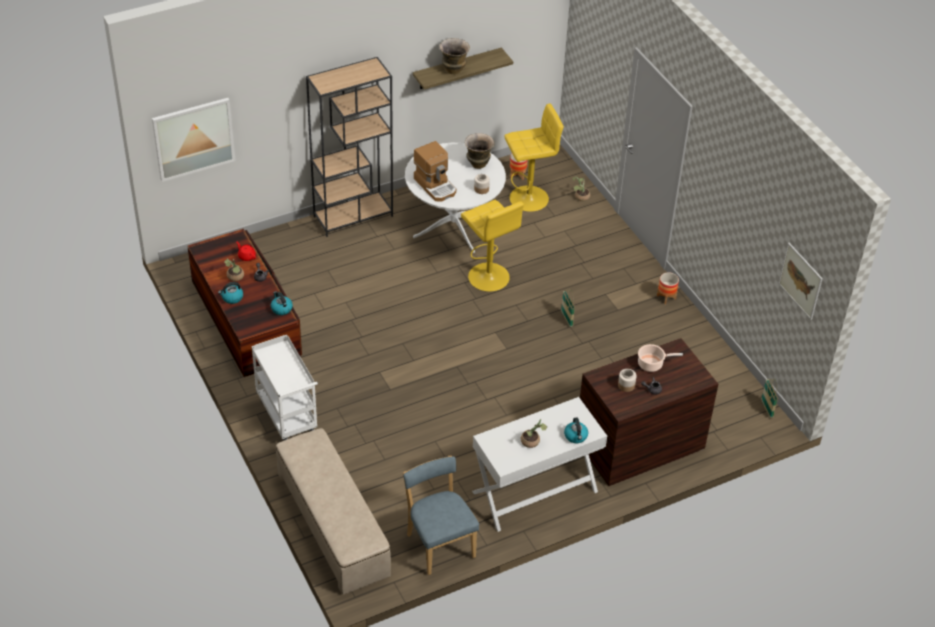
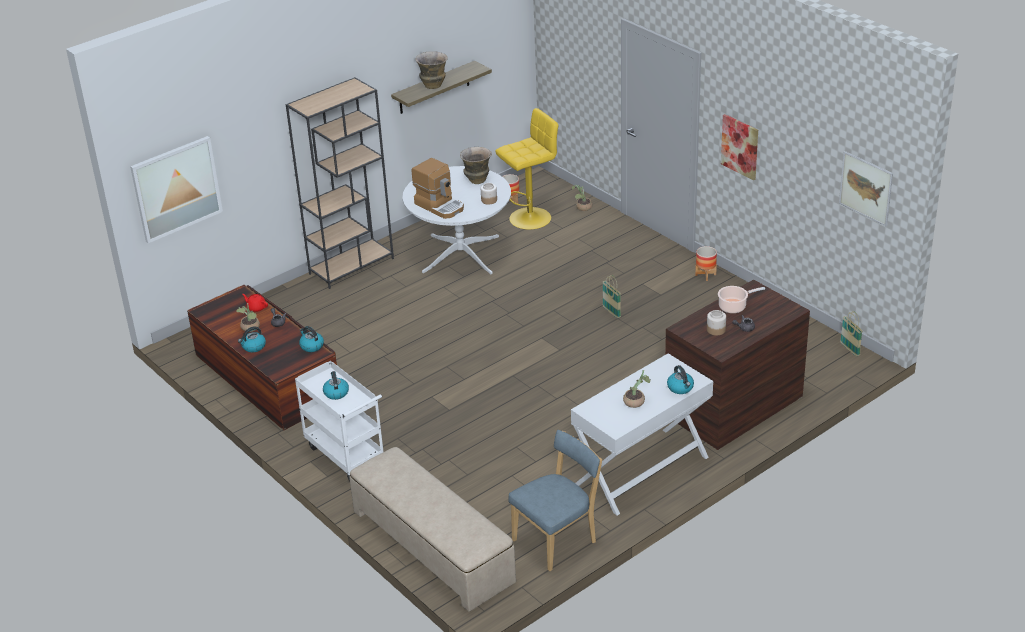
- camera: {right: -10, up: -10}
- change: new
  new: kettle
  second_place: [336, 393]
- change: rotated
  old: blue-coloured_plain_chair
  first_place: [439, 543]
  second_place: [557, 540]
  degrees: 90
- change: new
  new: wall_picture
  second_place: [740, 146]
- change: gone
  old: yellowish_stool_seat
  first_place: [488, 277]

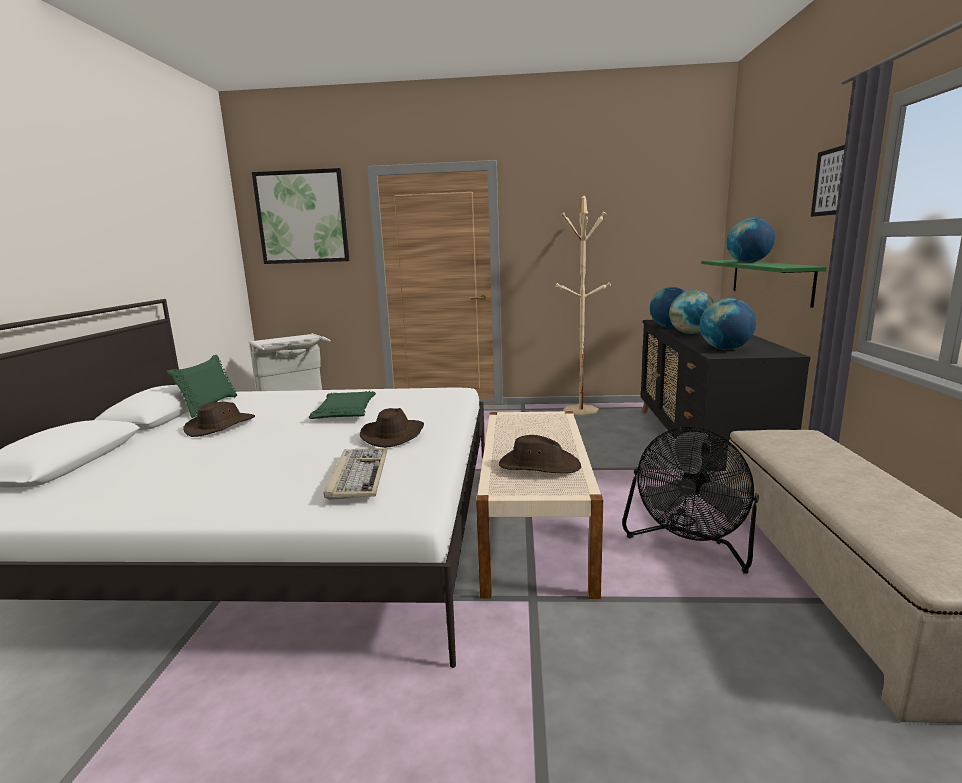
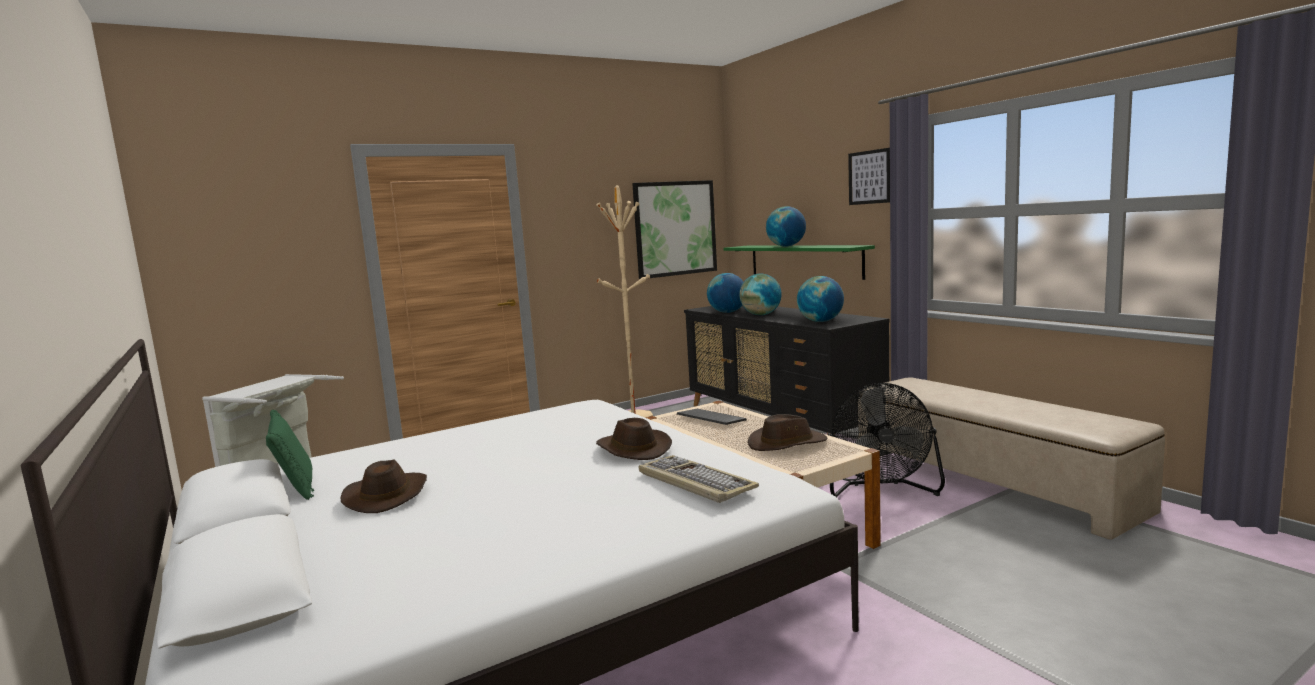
- camera: {right: -35, up: -5}
- change: shifted
  old: wall_picture
  first_place: [302, 217]
  second_place: [675, 228]
- change: new
  new: PC_keyboard
  second_place: [709, 419]
- change: gone
  old: greenish_cushion
  first_place: [345, 411]

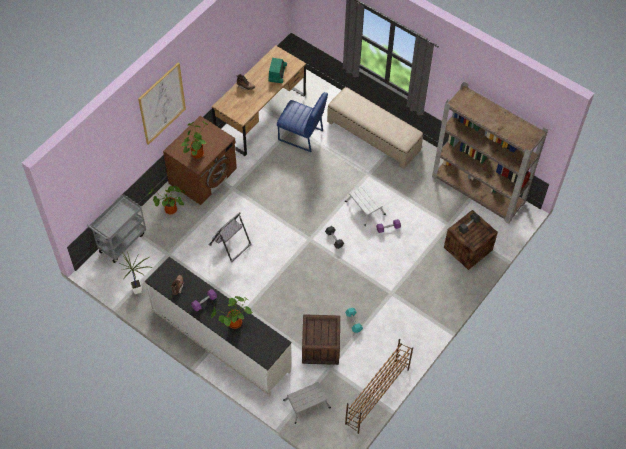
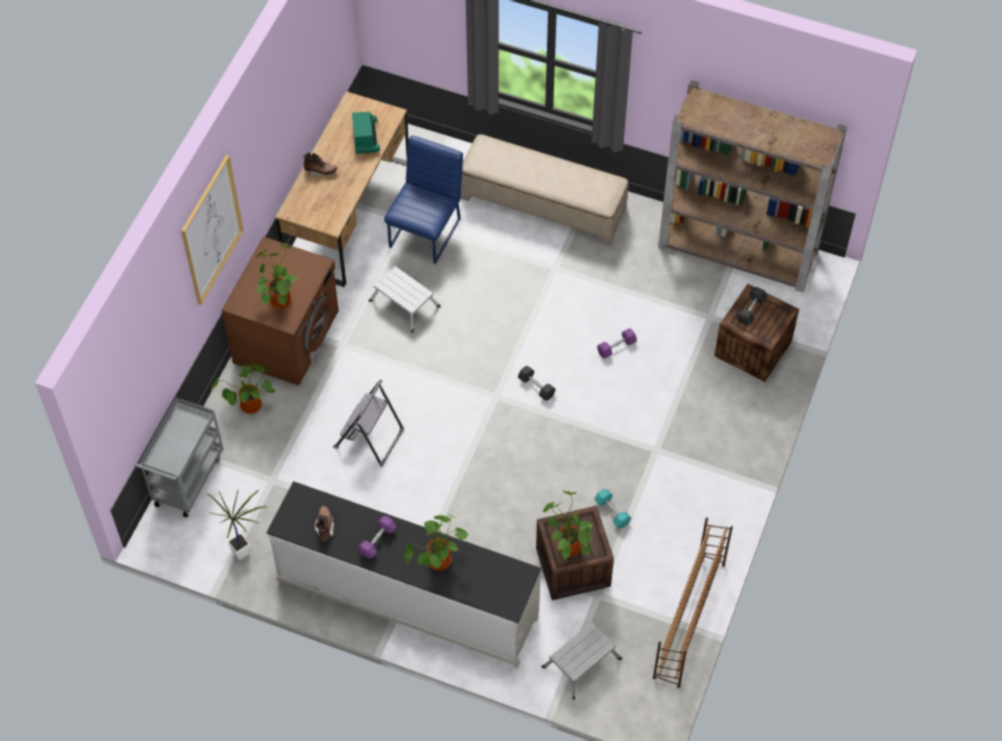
- camera: {right: -15, up: 0}
- change: shifted
  old: white-coloured_stepladder
  first_place: [365, 208]
  second_place: [404, 303]
- change: rotated
  old: blue-coloured_plain_chair
  first_place: [301, 135]
  second_place: [426, 231]
  degrees: -75
- change: new
  new: houseplant
  second_place: [566, 545]

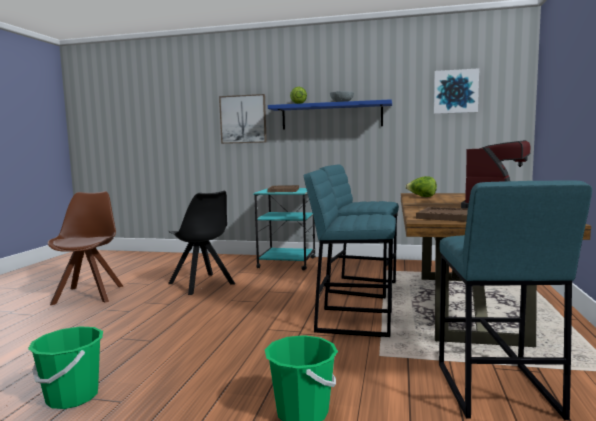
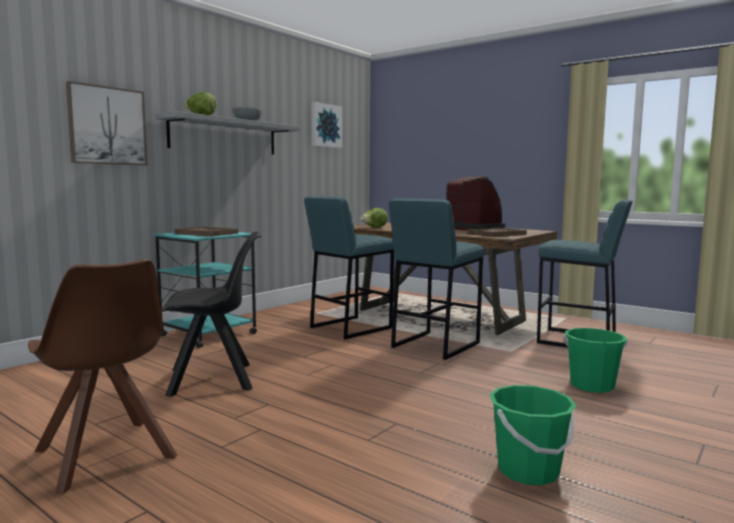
- camera: {right: -65, up: 0}
- change: rotated
  old: brownish_plain_chair
  first_place: [89, 294]
  second_place: [106, 456]
  degrees: -150
- change: repainted
  old: blue-coloured_bracket_shelf
  new: grey_bracket_shelf
  first_place: [331, 116]
  second_place: [224, 136]

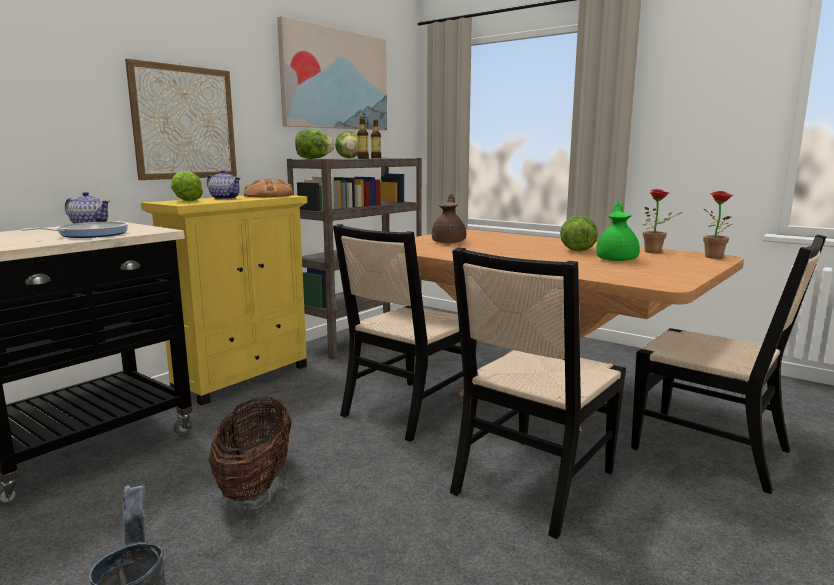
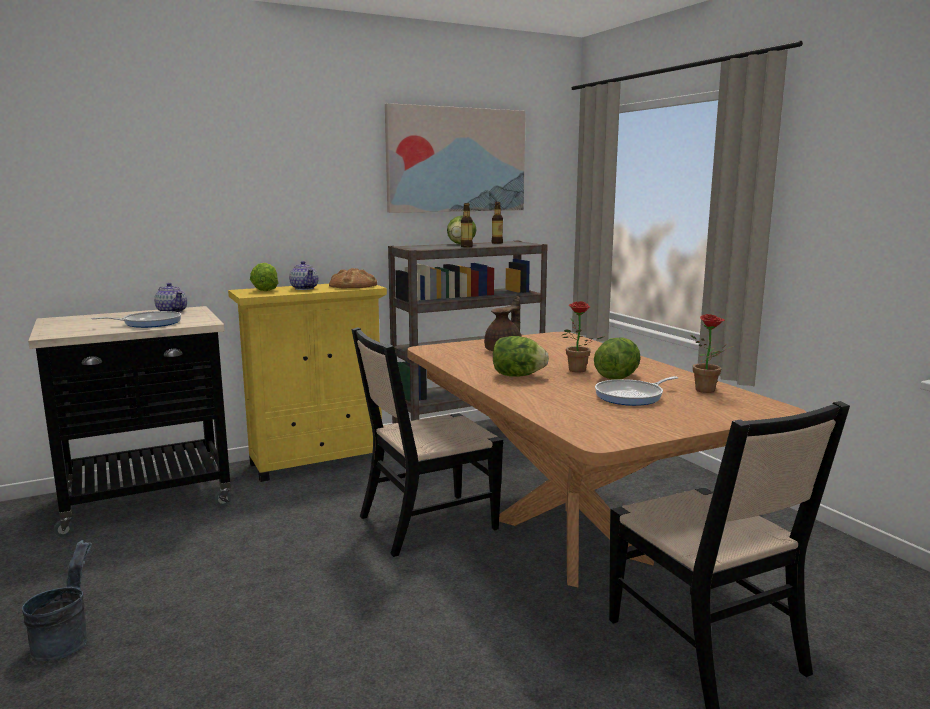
- camera: {right: 25, up: 0}
- change: shifted
  old: lettuce
  first_place: [313, 158]
  second_place: [517, 376]
- change: shifted
  old: houseplant
  first_place: [716, 257]
  second_place: [576, 371]
- change: swapped
  old: greenish_teapot
  new: skillet
  first_place: [617, 259]
  second_place: [632, 396]
- change: gone
  old: wall_picture
  first_place: [184, 121]
- change: gone
  old: basket
  first_place: [255, 483]
- change: gone
  old: plain_chair
  first_place: [534, 483]

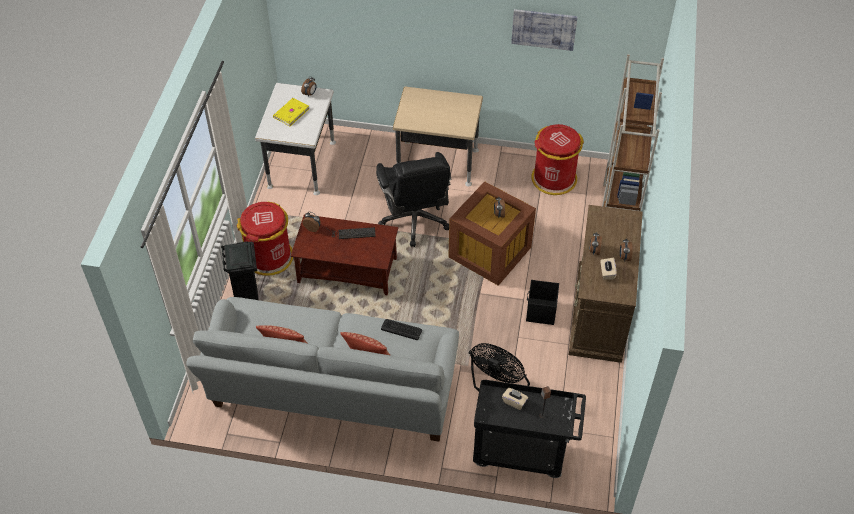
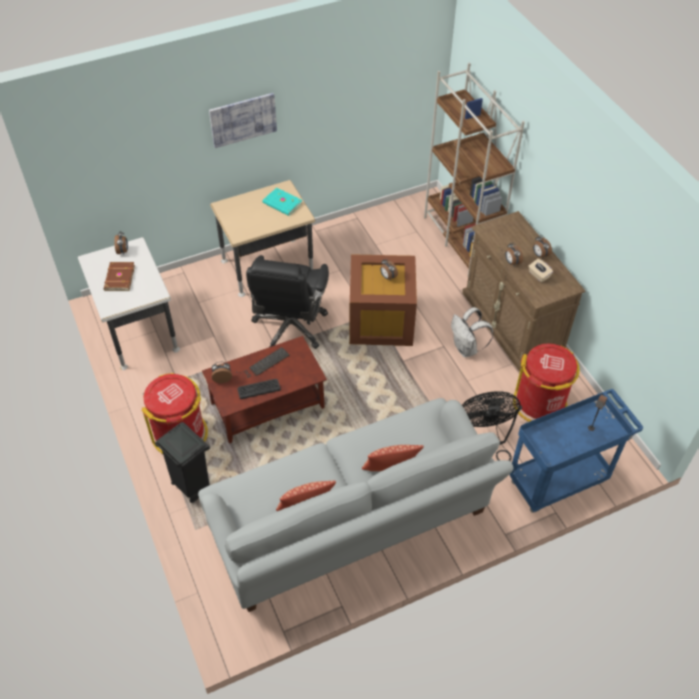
- camera: {right: -35, up: 0}
- change: repainted
  old: yellowish_bound_book
  new: brownish_bound_book
  first_place: [290, 113]
  second_place: [119, 278]
- change: shifted
  old: wall_picture
  first_place: [544, 29]
  second_place: [243, 119]
- change: shifted
  old: PC_keyboard
  first_place: [401, 329]
  second_place: [258, 389]
- change: rotated
  old: black-coloured_office_chair
  first_place: [414, 219]
  second_place: [290, 326]
  degrees: 60
- change: new
  new: turquoise-coloured_bound_book
  second_place: [282, 204]
- change: swapped
  old: black-coloured_storage_bin
  new: white-coloured_rucksack
  first_place: [540, 312]
  second_place: [466, 349]
- change: repainted
  old: black-coloured_trolley
  new: blue-coloured_trolley
  first_place: [523, 456]
  second_place: [561, 481]
- change: shifted
  old: red-coloured_waste_bin
  first_place: [554, 179]
  second_place: [540, 403]
- change: gone
  old: beige_tissue_box
  first_place: [514, 402]

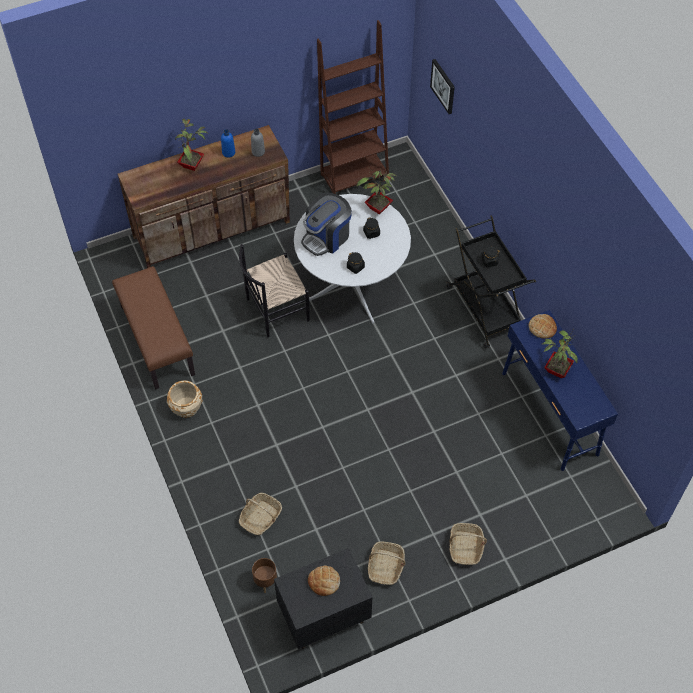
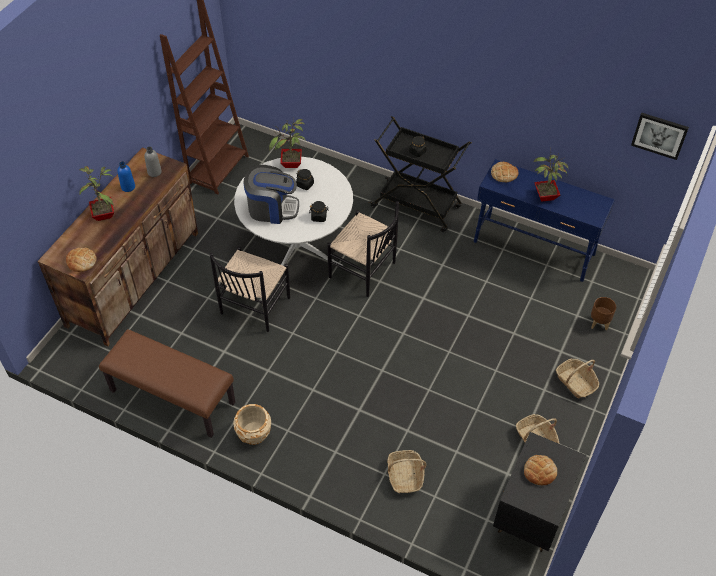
- camera: {right: -40, up: -5}
- change: new
  new: baked_bread
  second_place: [81, 261]
- change: rotated
  old: coffee_brewer
  first_place: [326, 237]
  second_place: [272, 208]
  degrees: -90
- change: new
  new: black-coloured_plain_chair
  second_place: [364, 271]
- change: shifted
  old: brownish_flower_pot
  first_place: [265, 581]
  second_place: [598, 323]
- change: shifted
  old: wall_picture
  first_place: [443, 86]
  second_place: [659, 135]

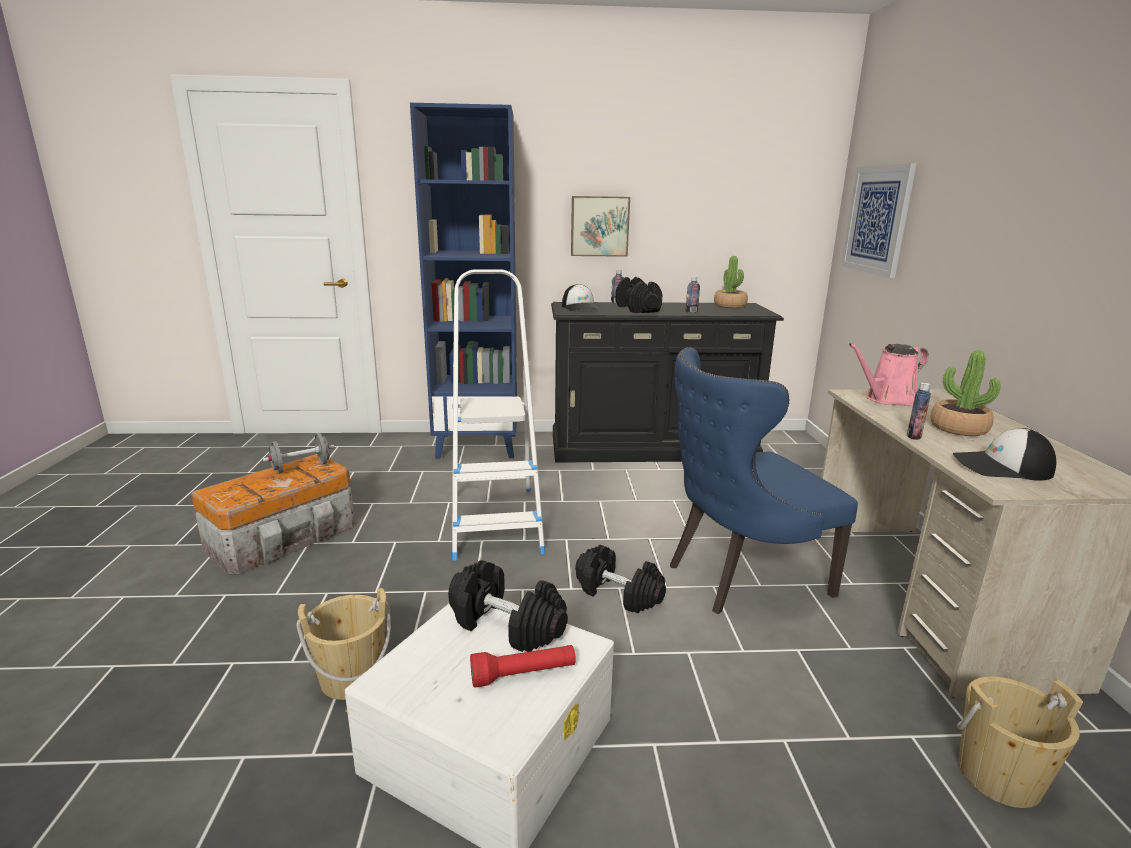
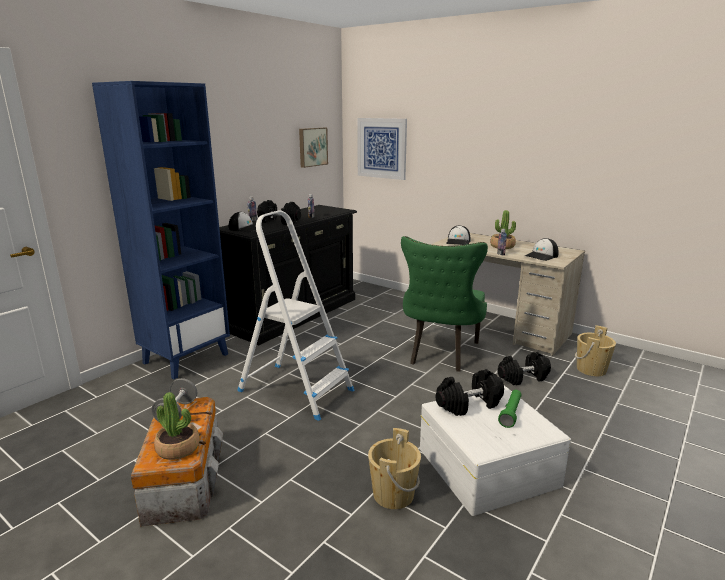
- camera: {right: -50, up: 0}
- change: shifted
  old: houseplant
  first_place: [730, 306]
  second_place: [178, 448]
- change: shifted
  old: wall_picture
  first_place: [599, 226]
  second_place: [312, 147]
- change: repainted
  old: blue-coloured_plain_chair
  new: greenish_plain_chair
  first_place: [740, 577]
  second_place: [440, 353]
- change: swapped
  old: pinkish_sprinkling_can
  new: peaked_cap
  first_place: [887, 399]
  second_place: [458, 242]
- change: shifted
  old: black-coloured_dumbbell
  first_place: [618, 594]
  second_place: [523, 378]
- change: repainted
  old: red-coloured_flashlight
  new: greenish_flashlight
  first_place: [523, 675]
  second_place: [511, 413]

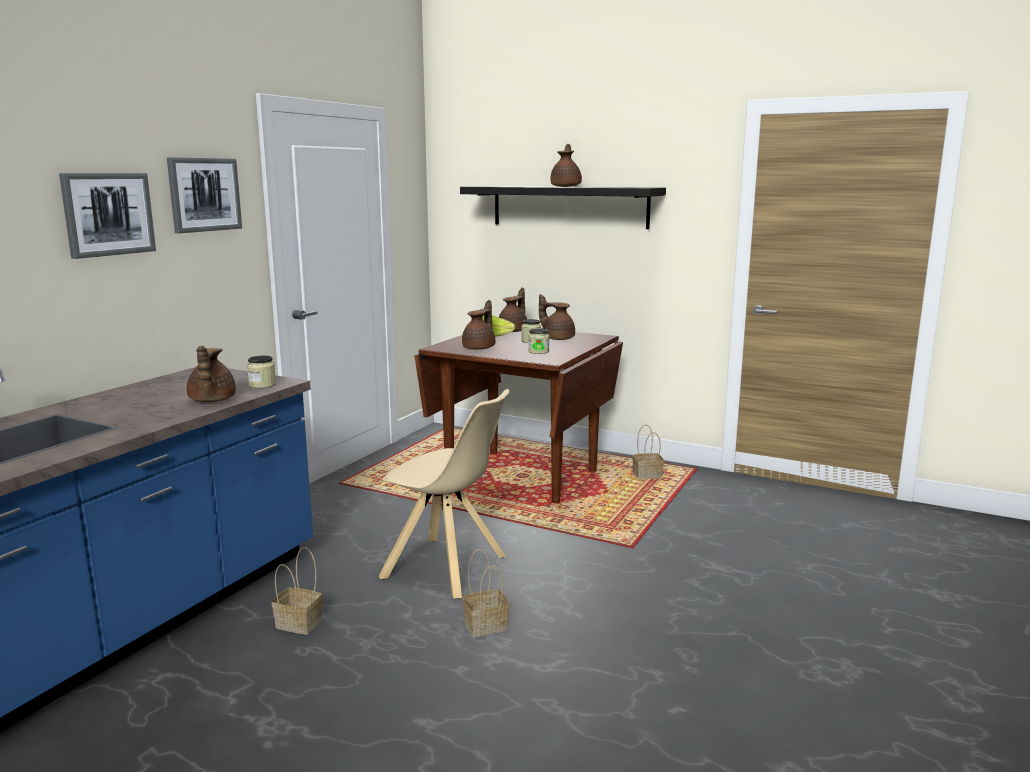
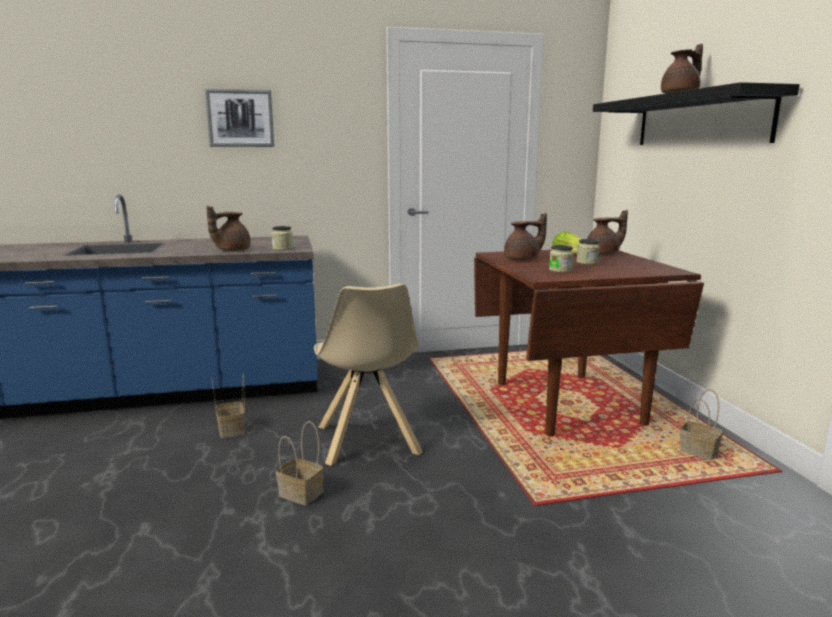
- camera: {right: 50, up: 0}
- change: gone
  old: wall_picture
  first_place: [204, 194]
- change: gone
  old: brownish_teapot
  first_place: [557, 338]

